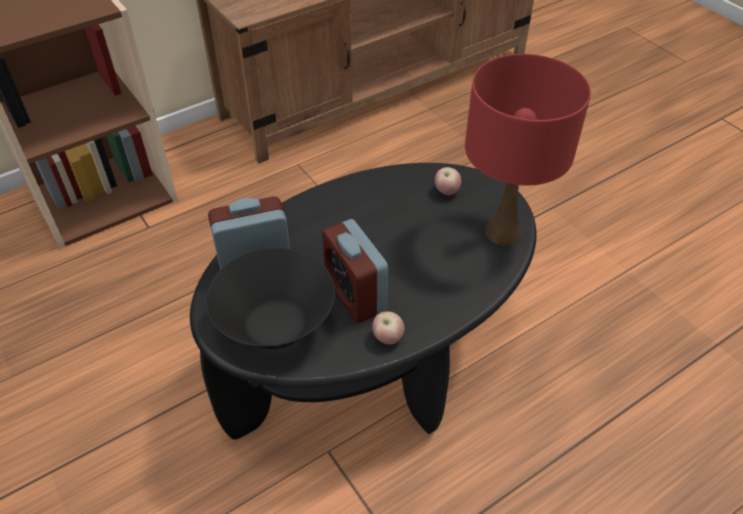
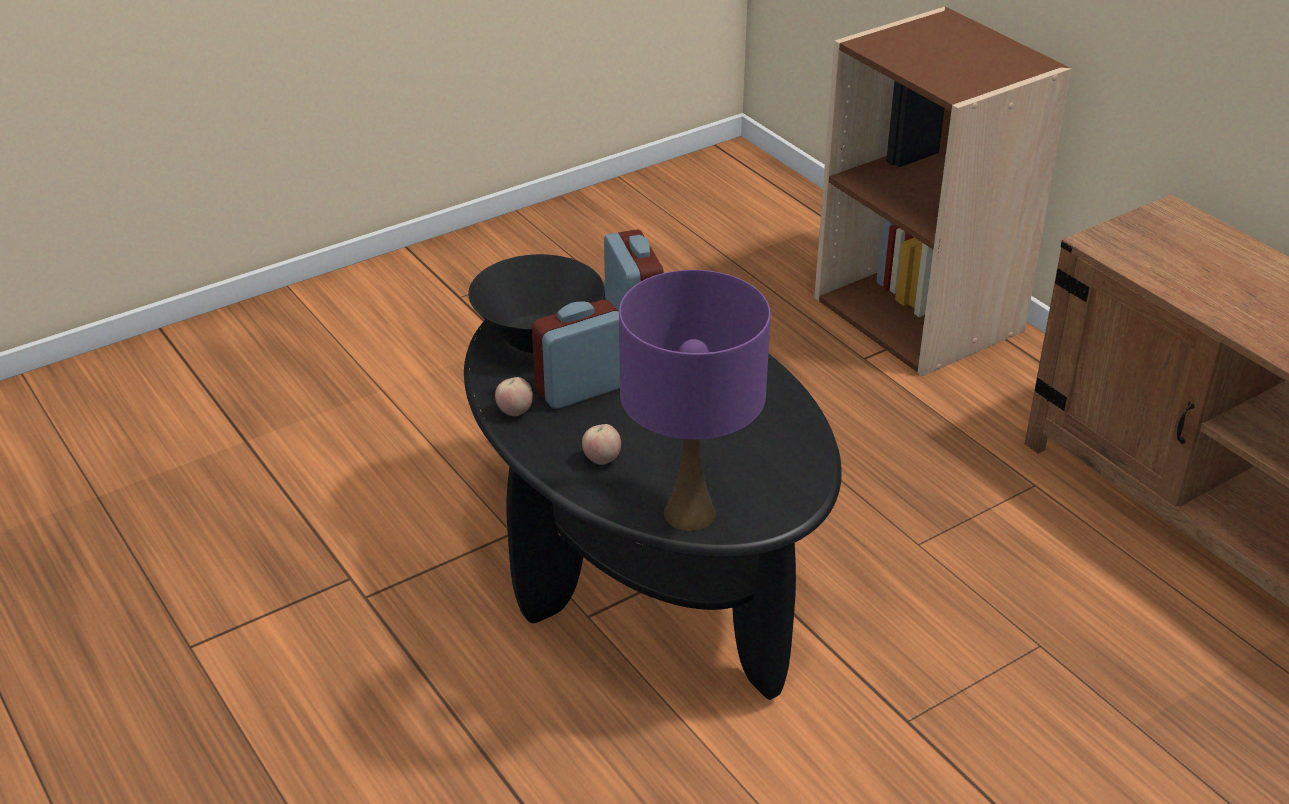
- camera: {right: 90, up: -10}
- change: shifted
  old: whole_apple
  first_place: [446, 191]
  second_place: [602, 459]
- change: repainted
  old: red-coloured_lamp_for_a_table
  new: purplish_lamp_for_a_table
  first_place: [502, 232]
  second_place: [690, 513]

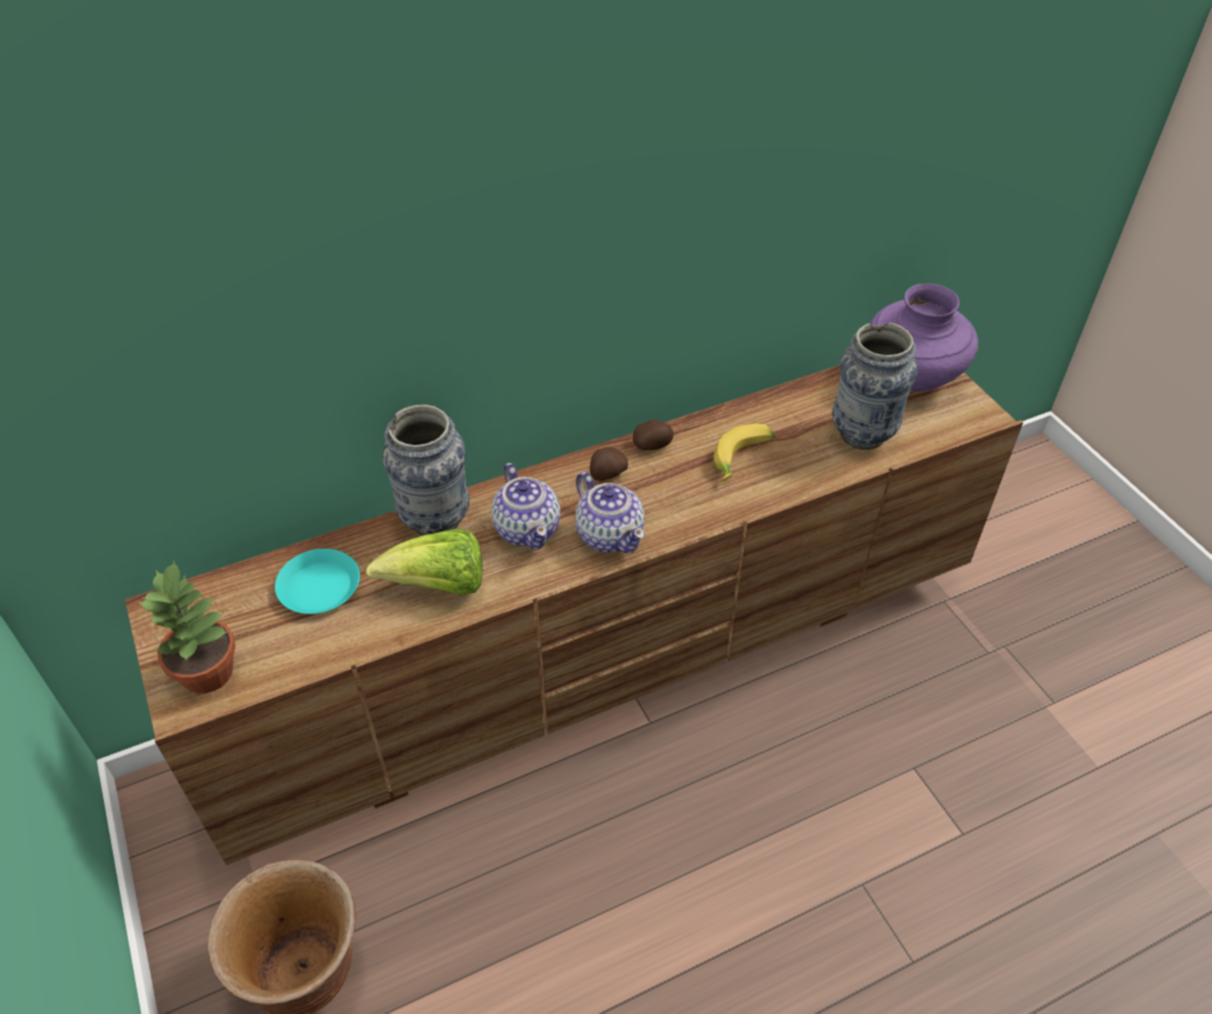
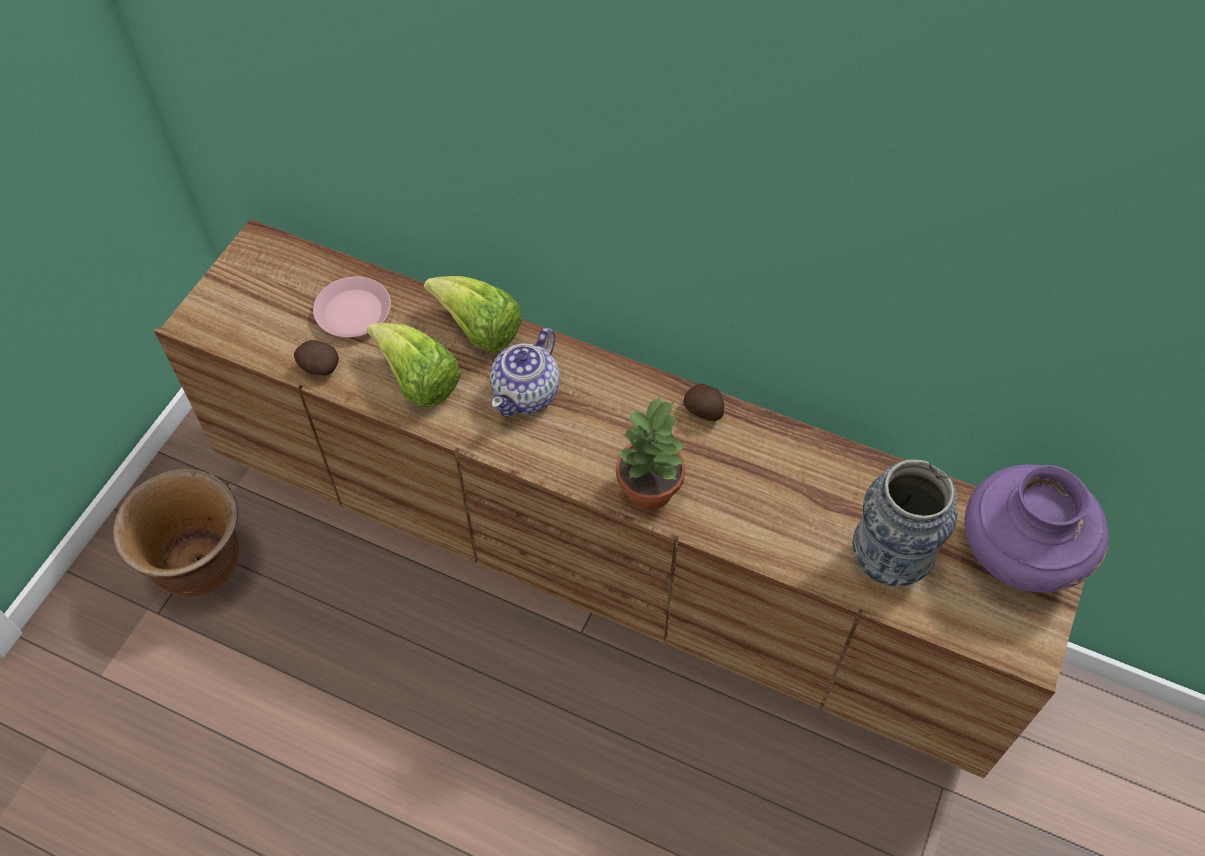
- camera: {right: 50, up: 10}
- change: shifted
  old: potato
  first_place: [607, 474]
  second_place: [318, 367]
- change: repainted
  old: turquoise-coloured_plate
  new: pinkish_plate
  first_place: [320, 587]
  second_place: [354, 312]
- change: swapped
  old: decorative_vase
  new: lettuce
  first_place: [435, 521]
  second_place: [478, 330]
- change: shifted
  old: houseplant
  first_place: [209, 672]
  second_place: [650, 489]
- change: gone
  old: teapot
  first_place: [609, 534]
- change: gone
  old: whole_banana
  first_place: [743, 460]

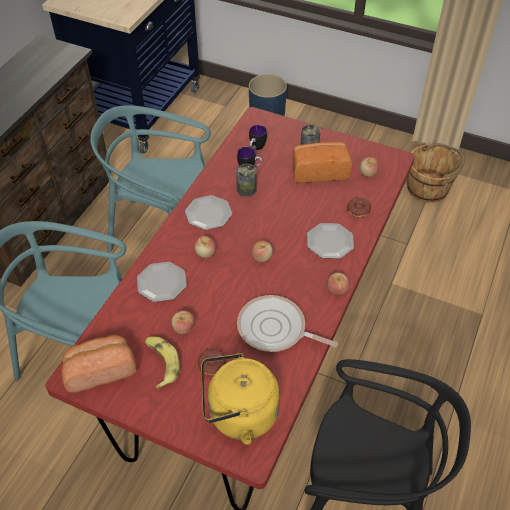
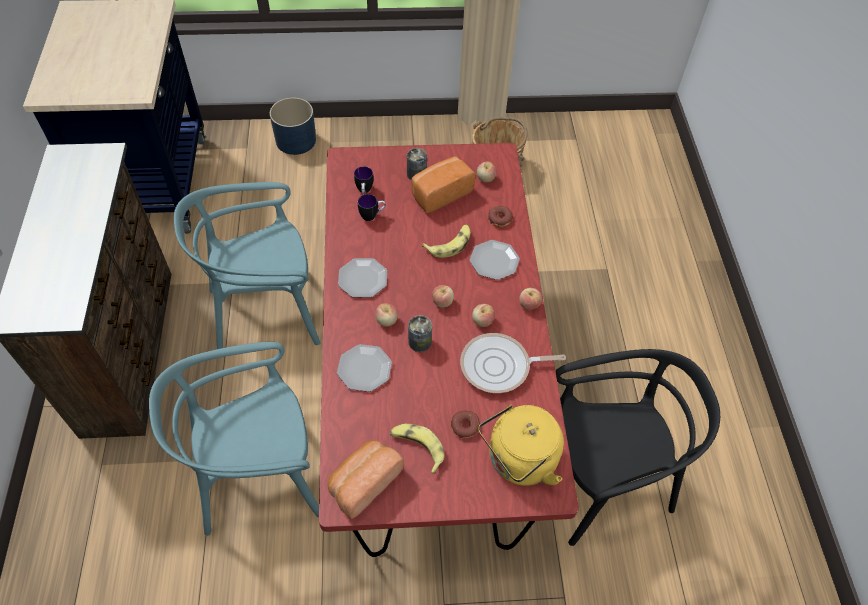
- camera: {right: -30, up: 5}
- change: shifted
  old: can
  first_place: [246, 189]
  second_place: [420, 342]
- change: new
  new: whole_banana
  second_place: [450, 244]
- change: shifted
  old: whole_apple
  first_place: [183, 328]
  second_place: [482, 321]

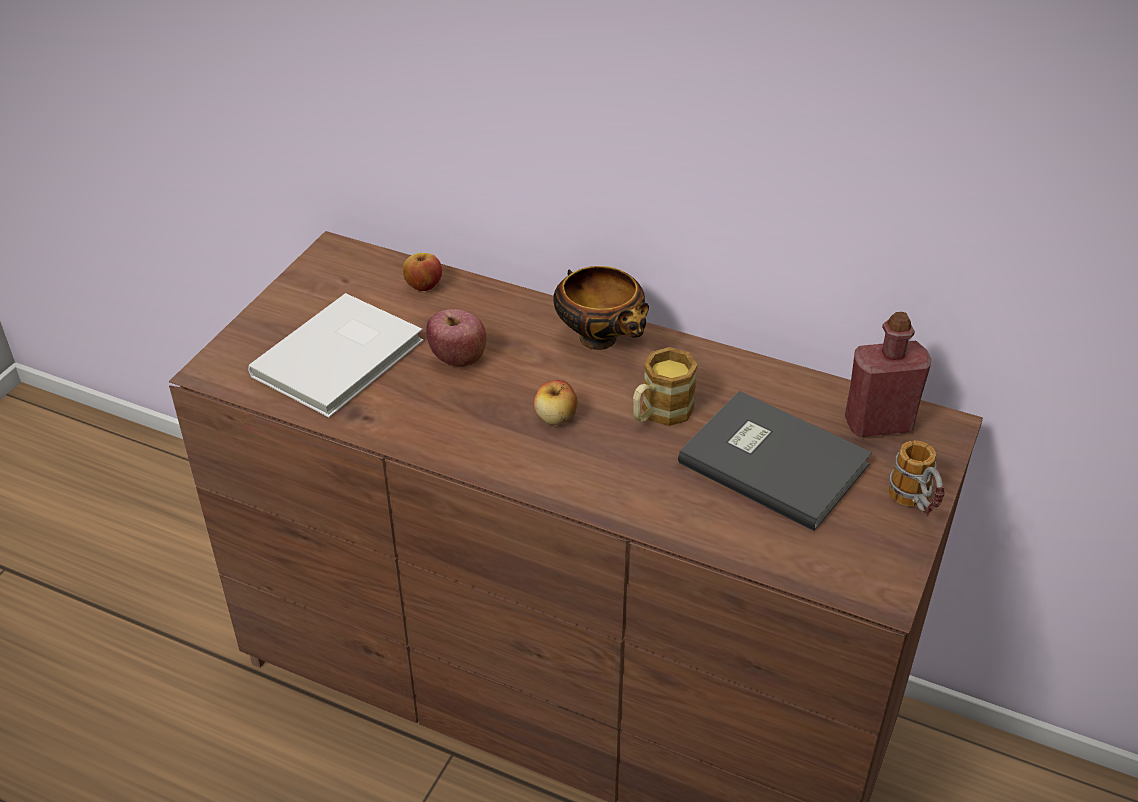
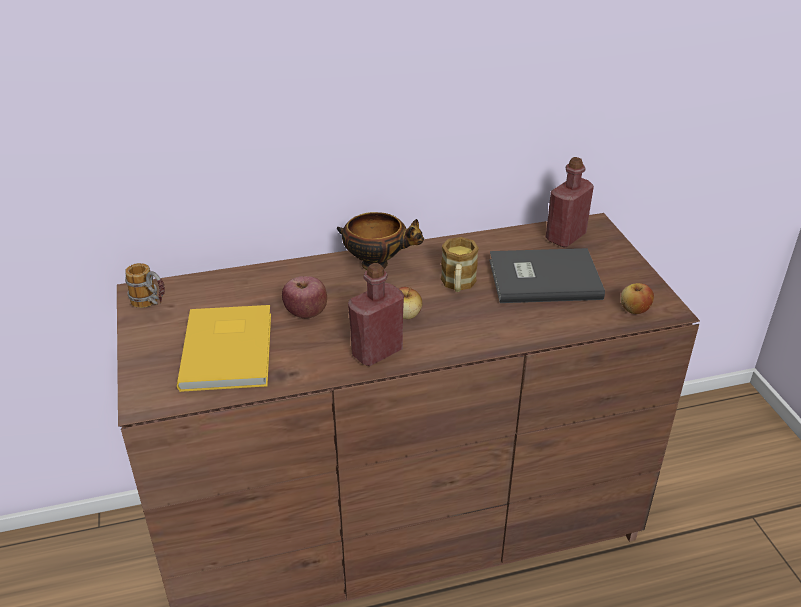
- camera: {right: -40, up: -5}
- change: shifted
  old: tea_mug
  first_place: [915, 506]
  second_place: [152, 305]
- change: repainted
  old: white-coloured_bound_book
  new: yellowish_bound_book
  first_place: [342, 358]
  second_place: [230, 349]
- change: new
  new: red-coloured_drink_bottle
  second_place: [377, 352]
- change: shifted
  old: whole_apple
  first_place: [423, 285]
  second_place: [634, 310]

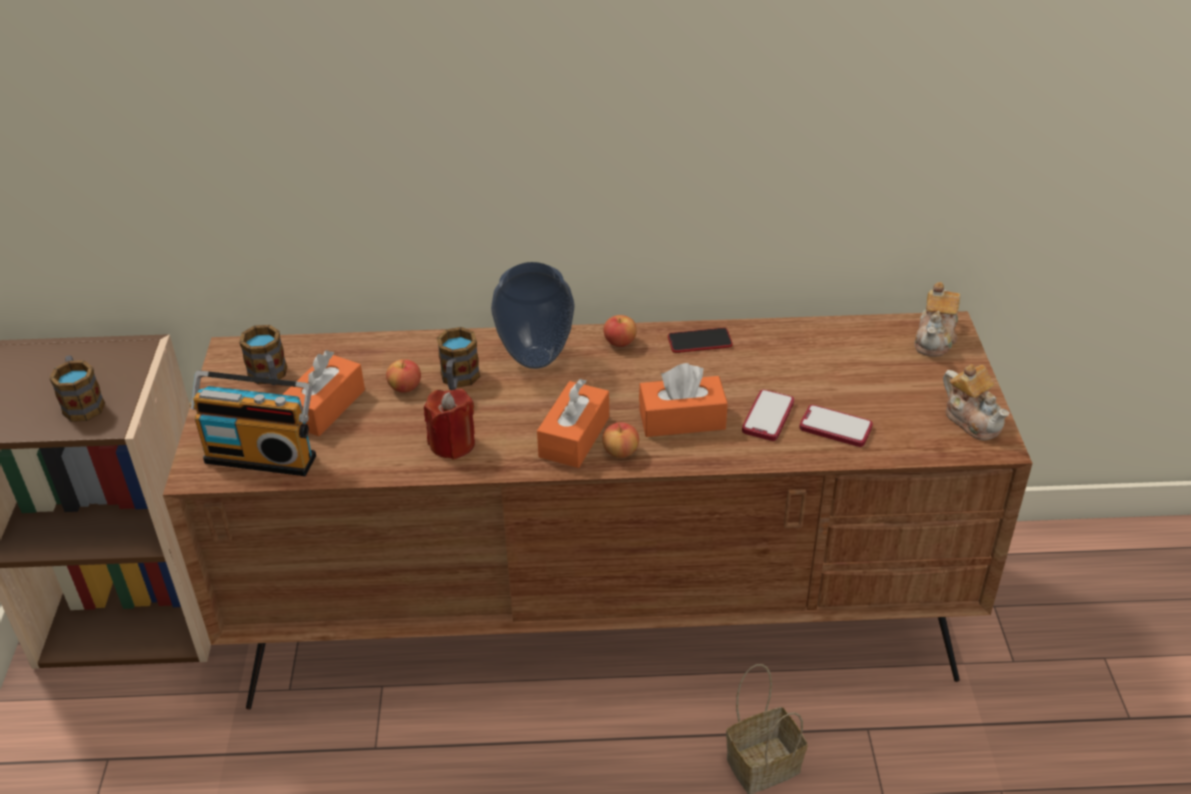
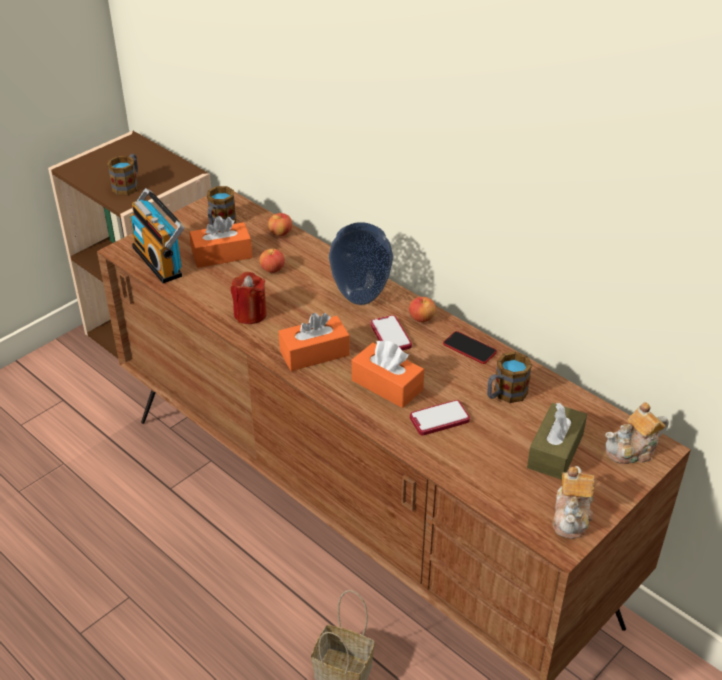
- camera: {right: 45, up: 0}
- change: shifted
  old: whole_apple
  first_place: [620, 452]
  second_place: [280, 233]
- change: shifted
  old: telephone
  first_place: [835, 427]
  second_place: [390, 335]
- change: shifted
  old: tea_mug
  first_place: [458, 380]
  second_place: [505, 394]
- change: new
  new: brownish_tissue_box
  second_place: [555, 451]

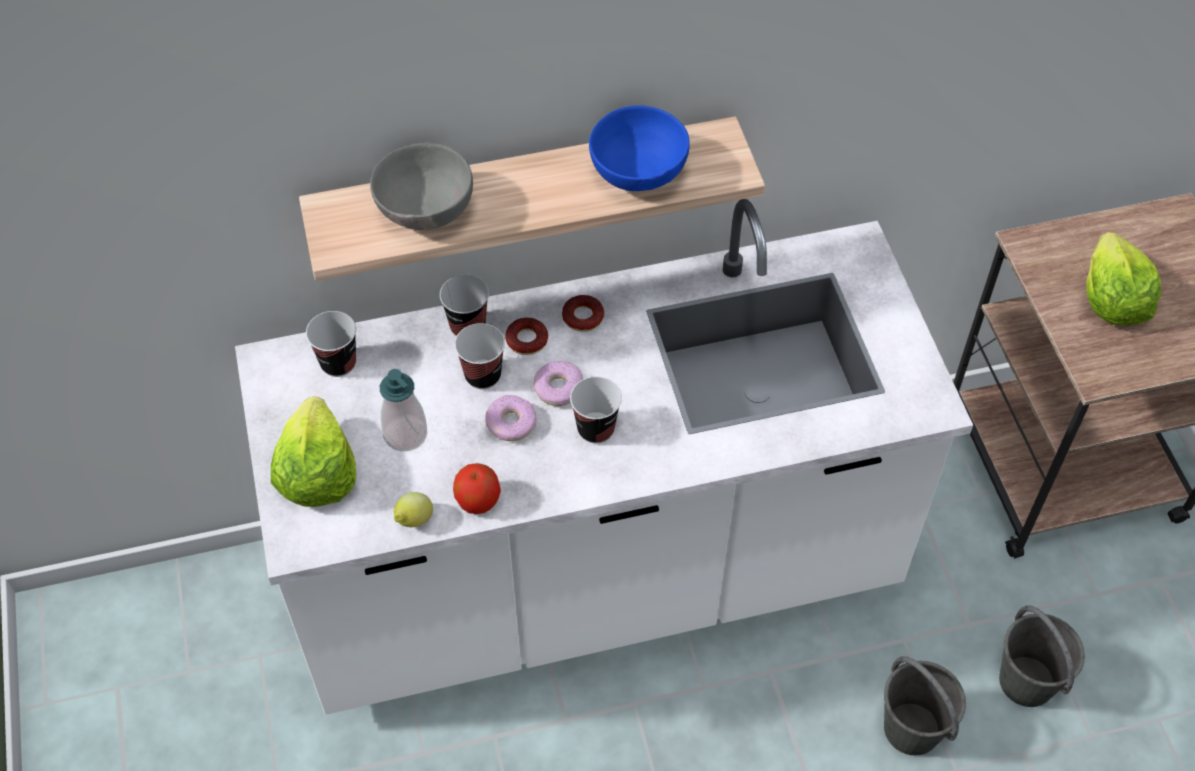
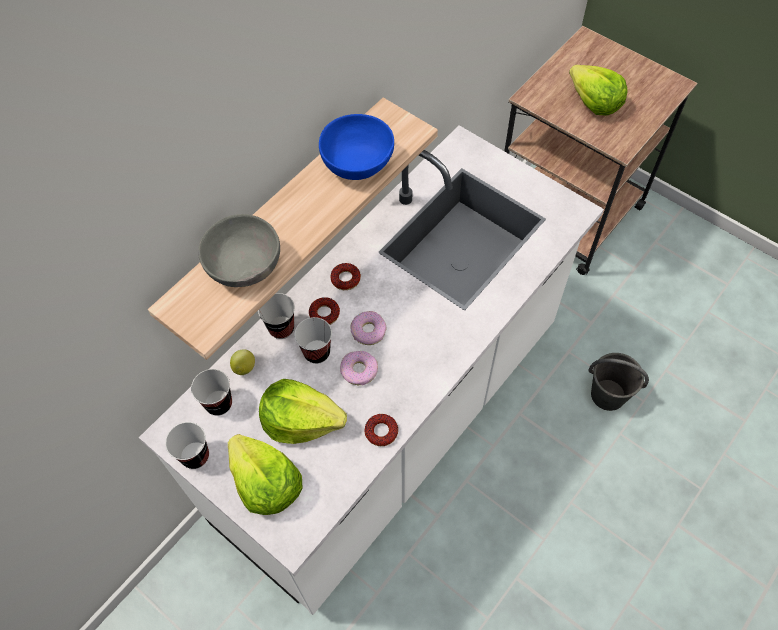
- camera: {right: -35, up: 5}
- change: shifted
  old: cup
  first_place: [596, 429]
  second_place: [195, 456]
- change: shifted
  old: whole_lemon
  first_place: [413, 521]
  second_place: [244, 369]
- change: swapped
  old: soap_bottle
  new: lettuce
  first_place: [405, 434]
  second_place: [301, 420]
- change: swapped
  old: whole_apple
  new: ring_doughnut
  first_place: [478, 501]
  second_place: [381, 432]
- change: gone
  old: grey_bucket
  first_place: [1027, 682]

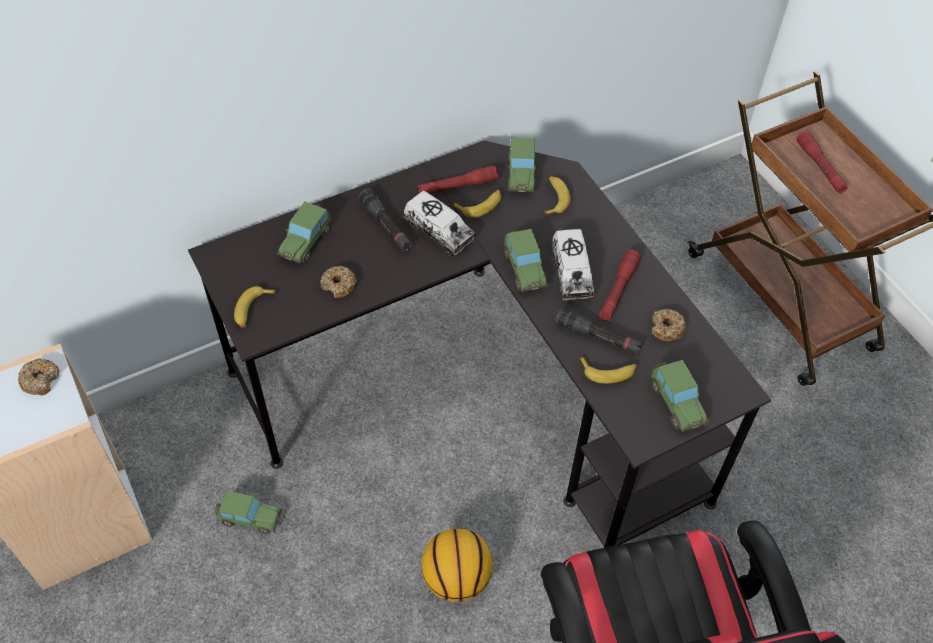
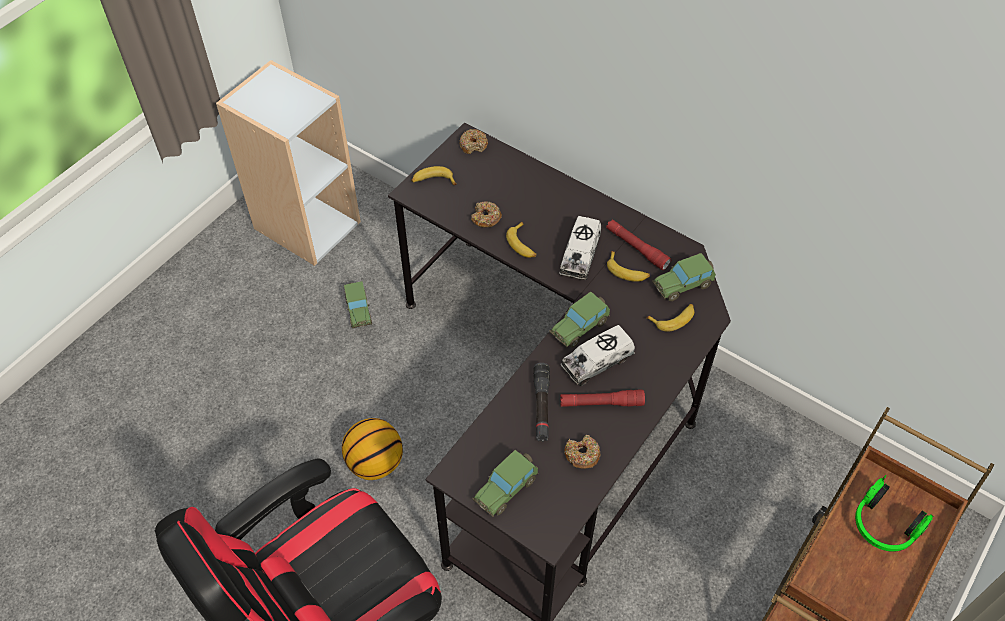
- camera: {right: 65, up: 0}
- change: shifted
  old: ring_doughnut
  first_place: [40, 380]
  second_place: [473, 145]
- change: shifted
  old: whole_banana
  first_place: [608, 372]
  second_place: [522, 244]
- change: swapped
  old: red-coloured_flashlight
  new: headset
  first_place: [820, 167]
  second_place: [883, 527]
- change: gone
  old: miniature_car
  first_place: [306, 241]
- change: gone
  old: black-coloured_flashlight
  first_place: [386, 225]

